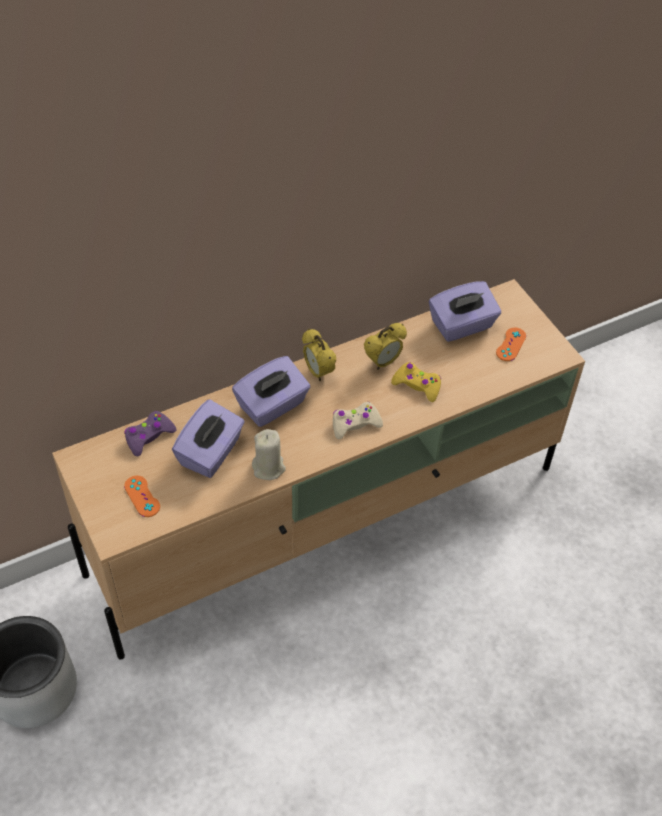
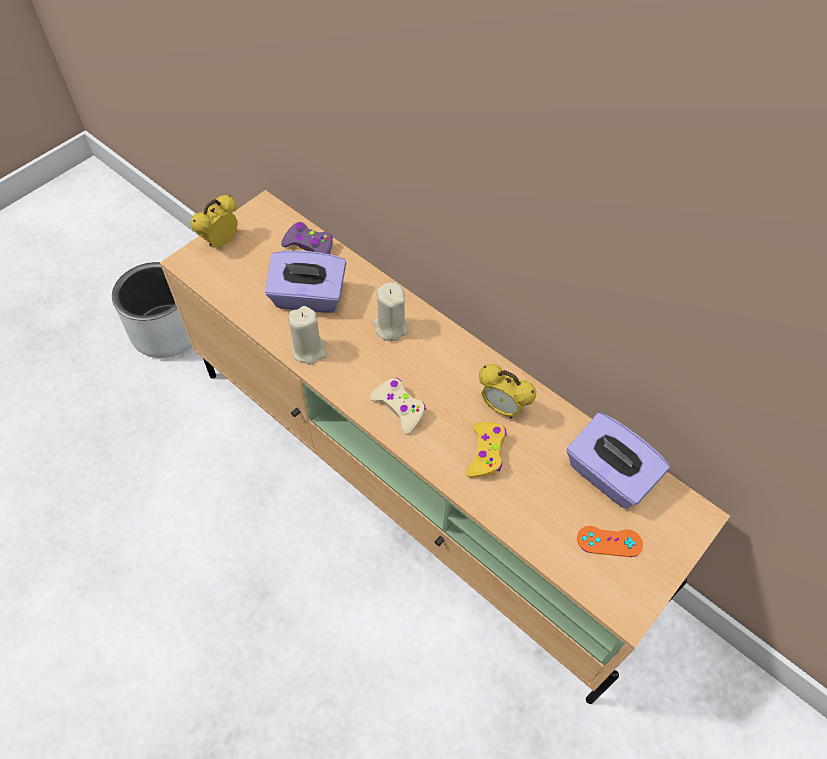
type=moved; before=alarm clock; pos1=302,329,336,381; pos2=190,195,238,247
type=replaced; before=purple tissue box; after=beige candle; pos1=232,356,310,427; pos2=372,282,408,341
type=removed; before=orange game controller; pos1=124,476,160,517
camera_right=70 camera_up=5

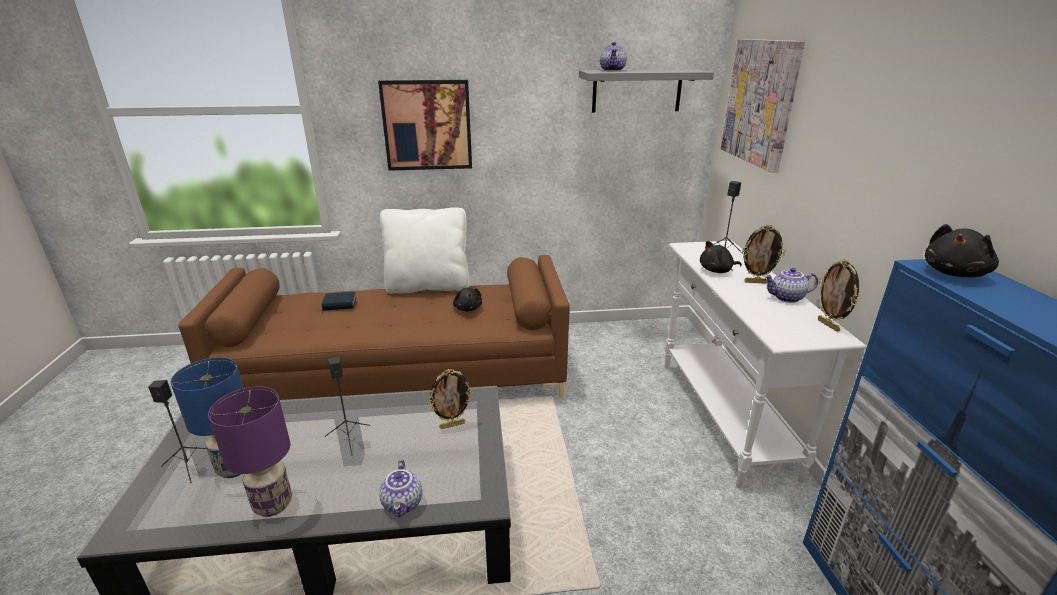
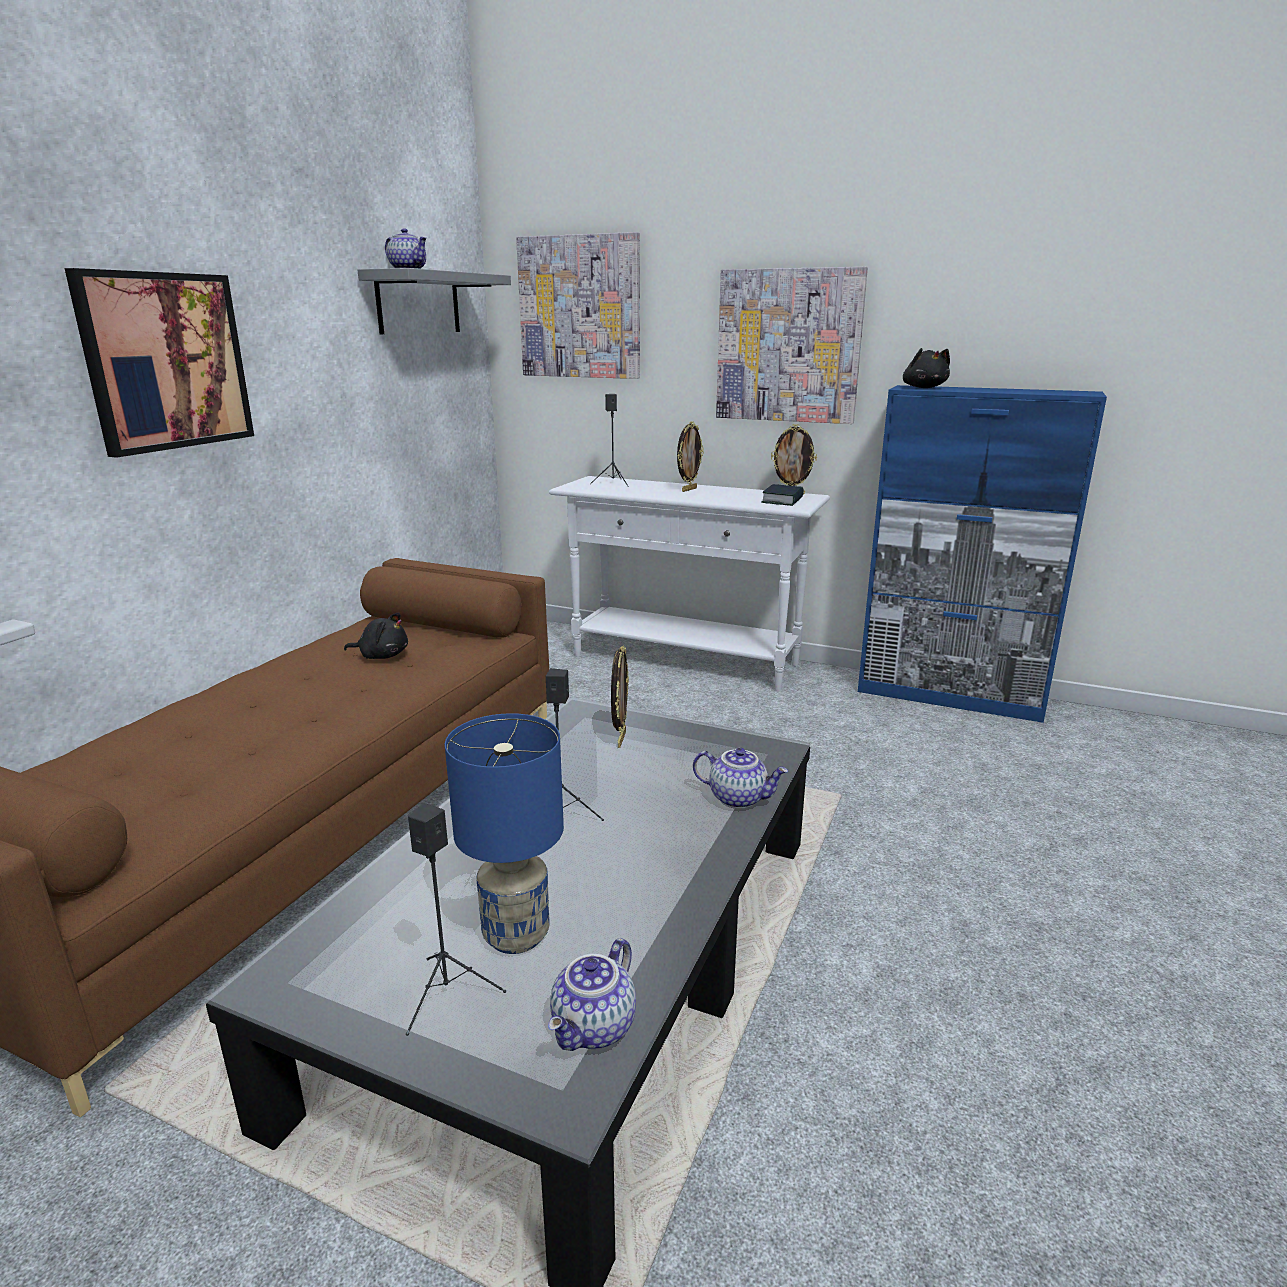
type=moved; before=teapot; pos1=764,268,818,303; pos2=548,938,636,1051
type=added; after=picture; pos2=716,267,868,424
type=moved; before=book; pos1=321,292,357,310; pos2=761,484,804,506
type=removed; before=purple table lamp; pos1=208,386,292,517
type=removed; before=white pillow; pos1=380,207,470,294
type=removed; before=black plush toy; pos1=700,241,742,273
camera_right=-60 camera_up=-5

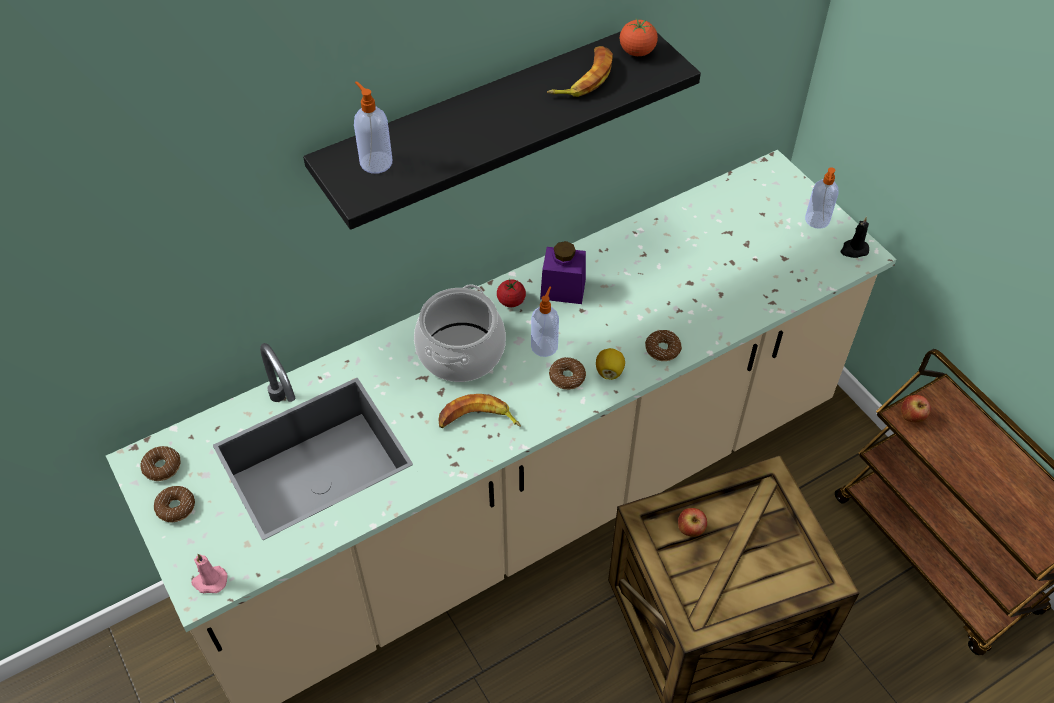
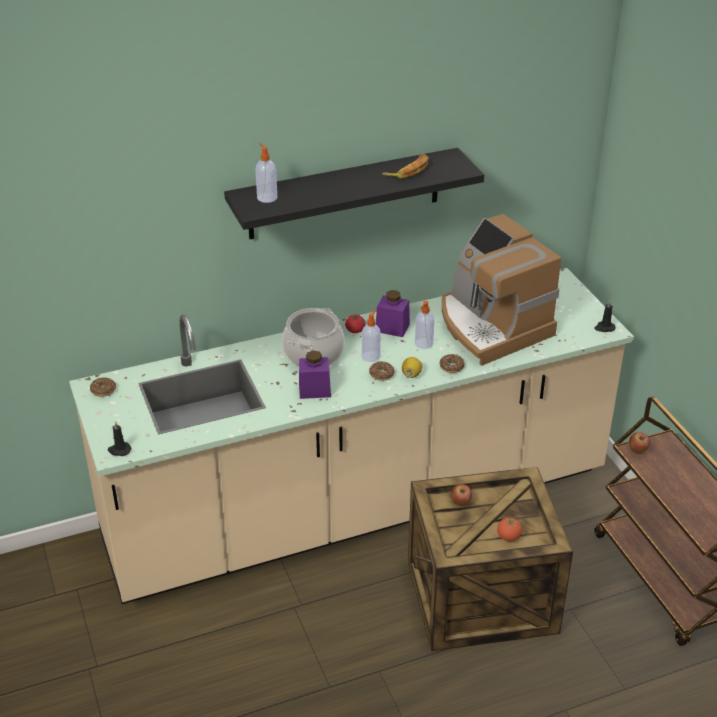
type=recoloured; before=pink candle; after=black candle; pos1=191,554,228,593; pos2=108,421,131,456
type=replaced; before=banana; after=purple jar; pos1=438,394,521,428; pos2=299,350,331,399
type=moved; before=soap dispenser; pos1=805,168,838,229; pos2=415,301,434,349
type=added; after=coffee machine; pos2=442,214,561,366
type=moved; before=tomato; pos1=620,18,658,56; pos2=497,518,522,542
type=removed; before=donut; pos1=154,486,195,522
camera_right=10 camera_up=-15

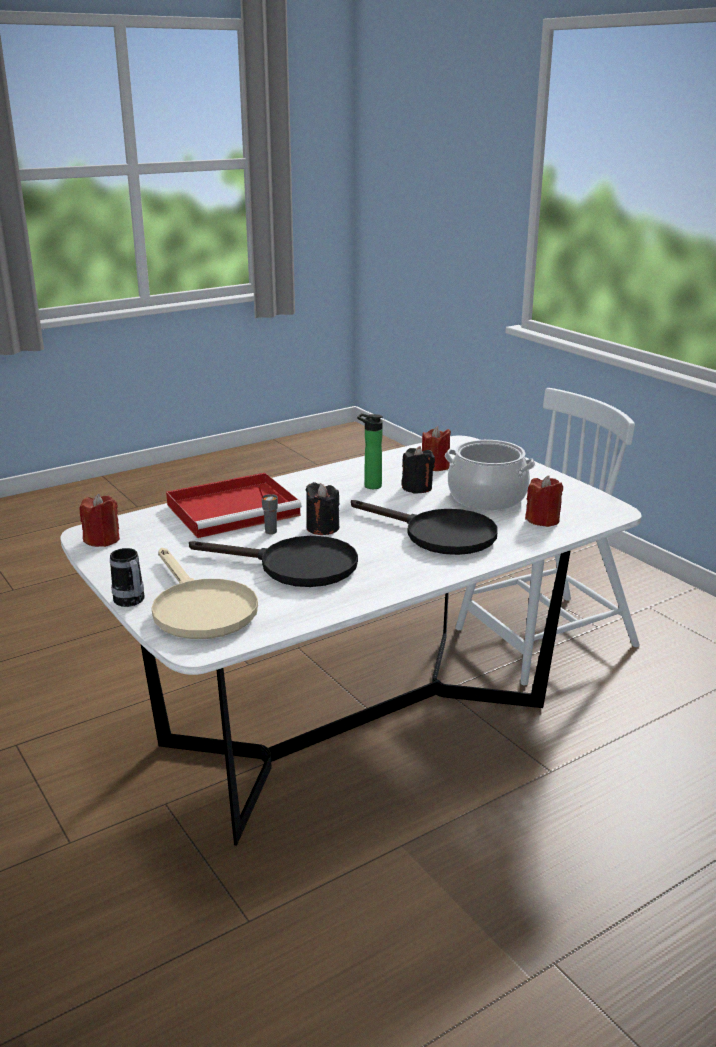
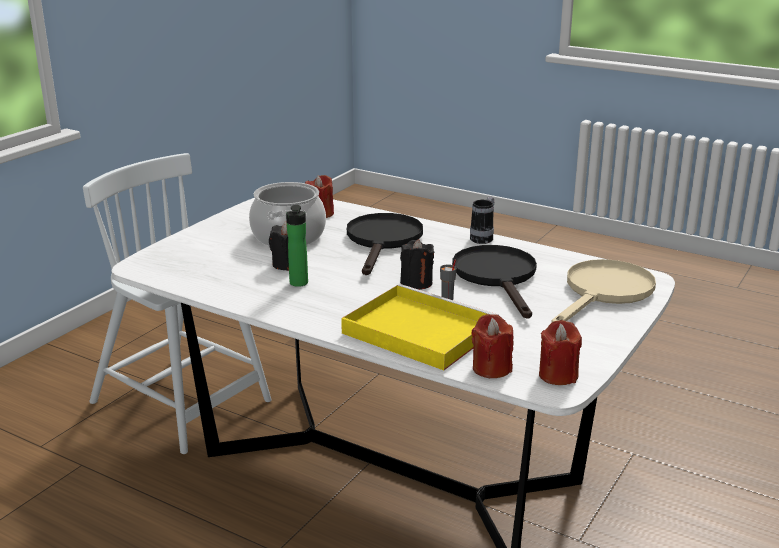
type=recoloured; before=red tray; after=yellow tray; pos1=166,473,302,538; pos2=341,284,498,370
type=moved; before=mug; pos1=110,548,145,607; pos2=470,196,494,244
type=moved; before=red candle; pos1=422,426,451,471; pos2=472,314,514,378
camera_right=-115 camera_up=0

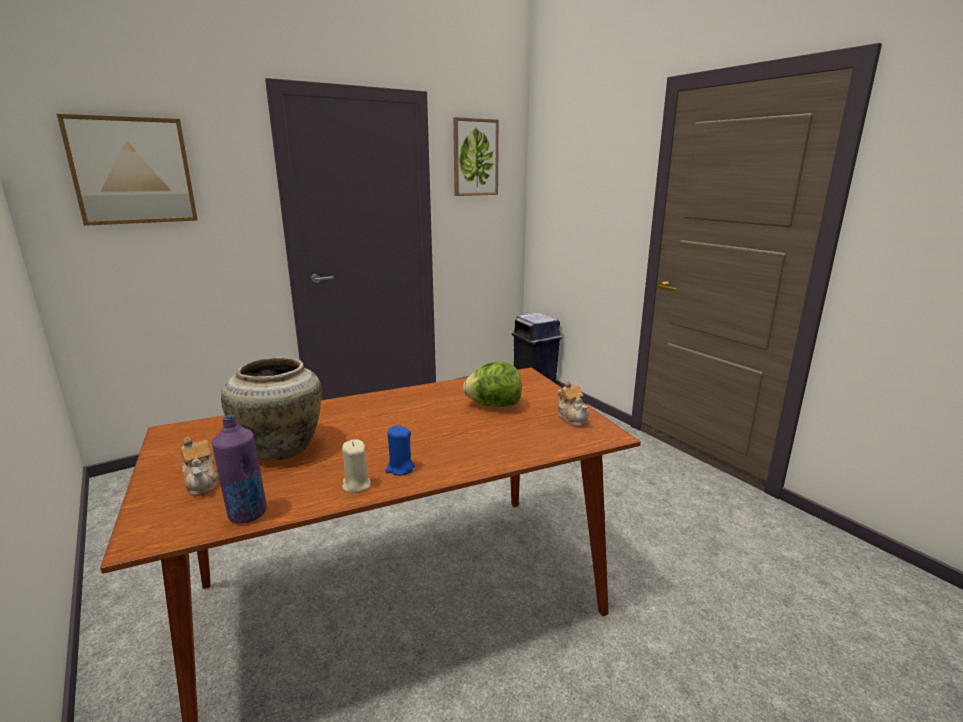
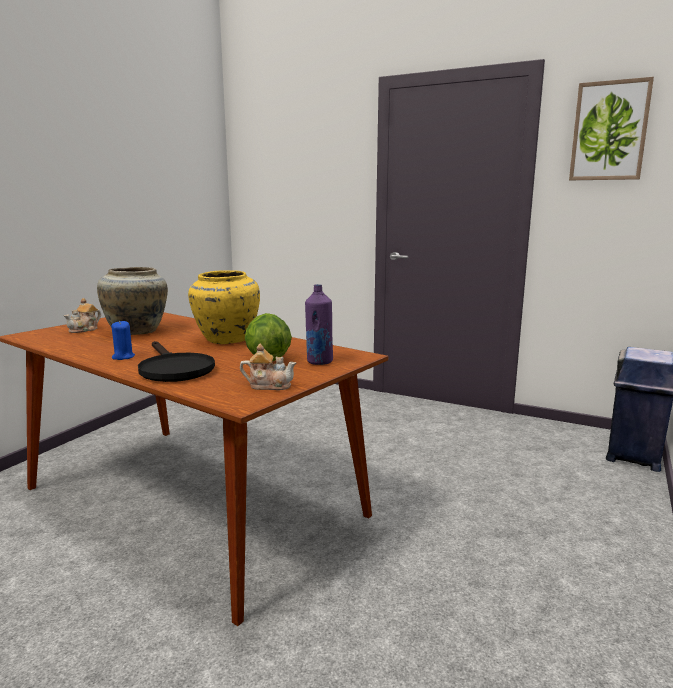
type=added; after=black frying pan; pos2=138,341,215,382
type=added; after=yellow vase; pos2=188,270,260,344
type=turned; before=teapot; pos1=557,380,589,427; pos2=240,344,296,390; turn=-120
type=moved; before=purple bottle; pos1=212,415,267,524; pos2=305,284,333,365
type=removed; before=picture; pos1=57,114,197,226
type=removed; before=beige candle; pos1=342,439,371,493
camera_right=60 camera_up=-5

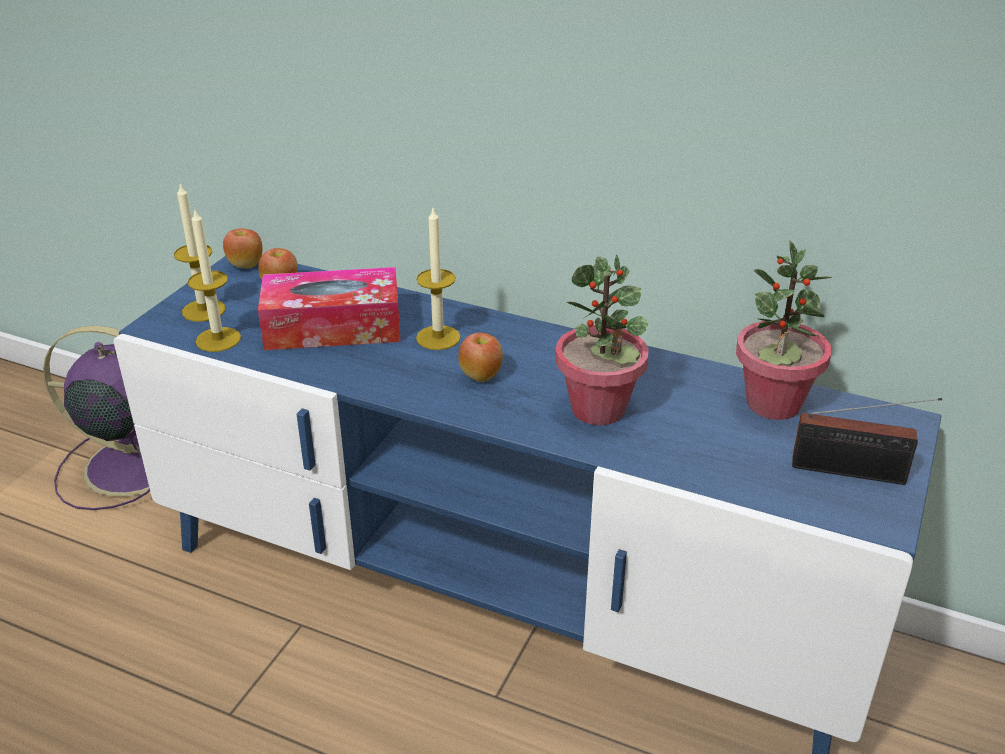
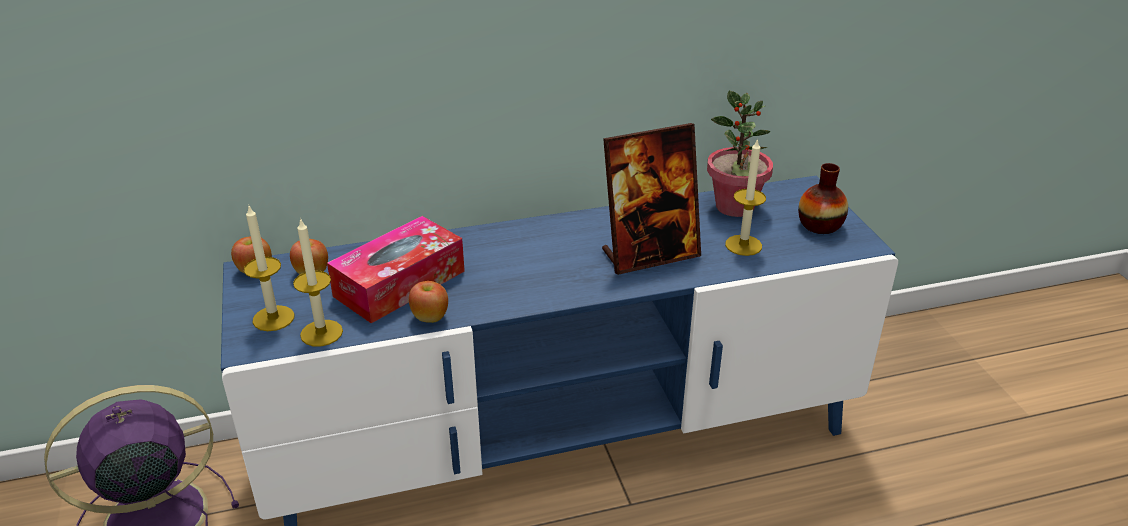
type=moved; before=apple; pos1=458,333,503,382; pos2=409,281,448,323
type=replaced; before=potted plant; after=picture frame; pos1=555,255,649,425; pos2=602,123,701,275
type=moved; before=candle; pos1=416,206,461,350; pos2=725,138,766,256
type=replaced; before=radio; after=vase; pos1=792,398,942,485; pos2=798,163,848,234
camera_right=-40 camera_up=0

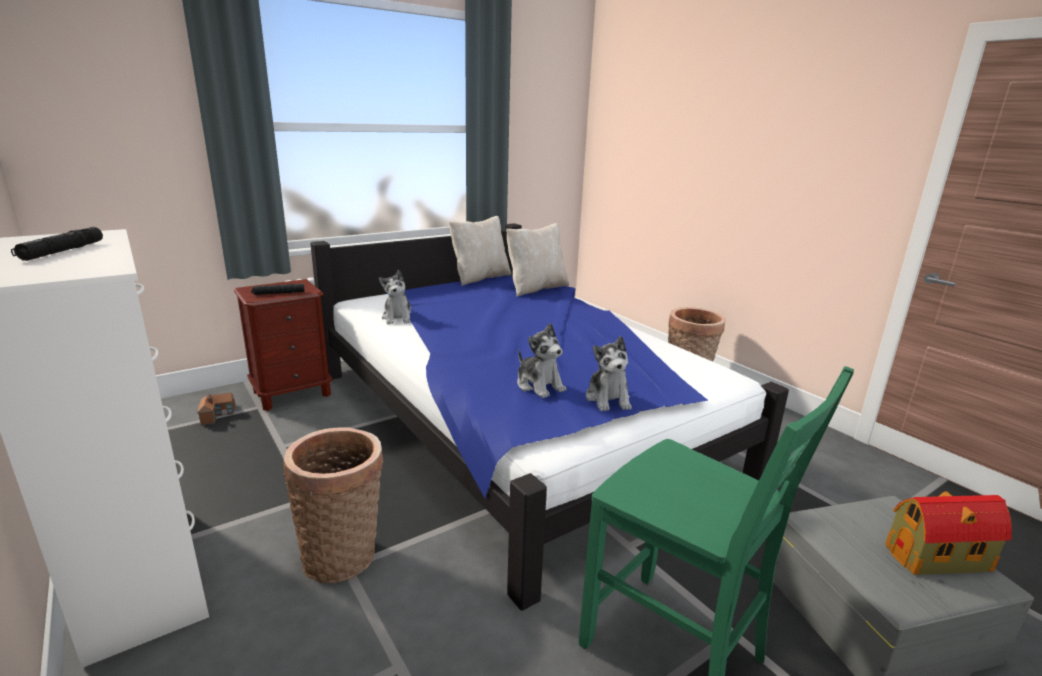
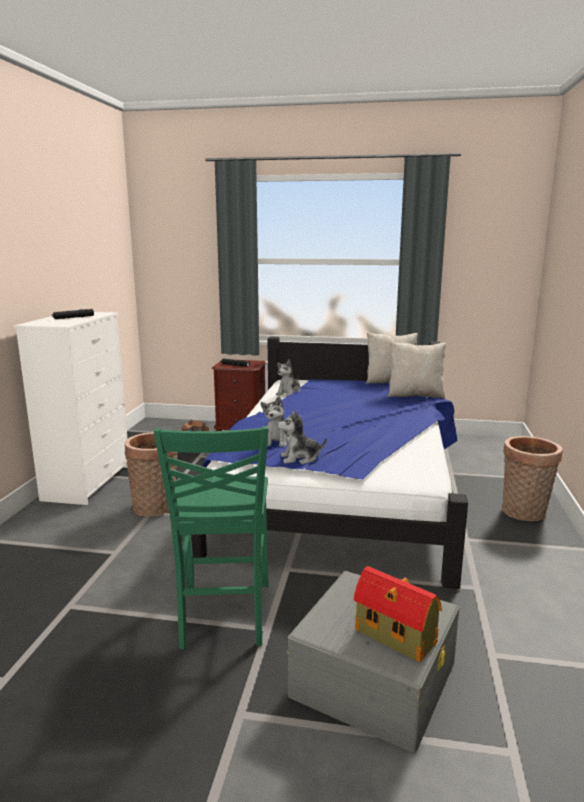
type=turned; before=plush toy; pos1=586,336,632,411; pos2=277,410,327,464; turn=45
camera_right=45 camera_up=-5

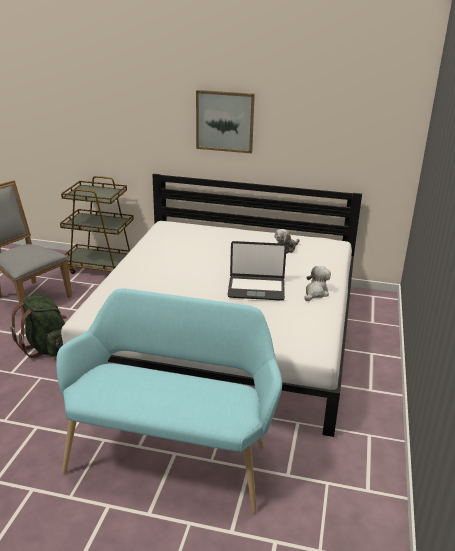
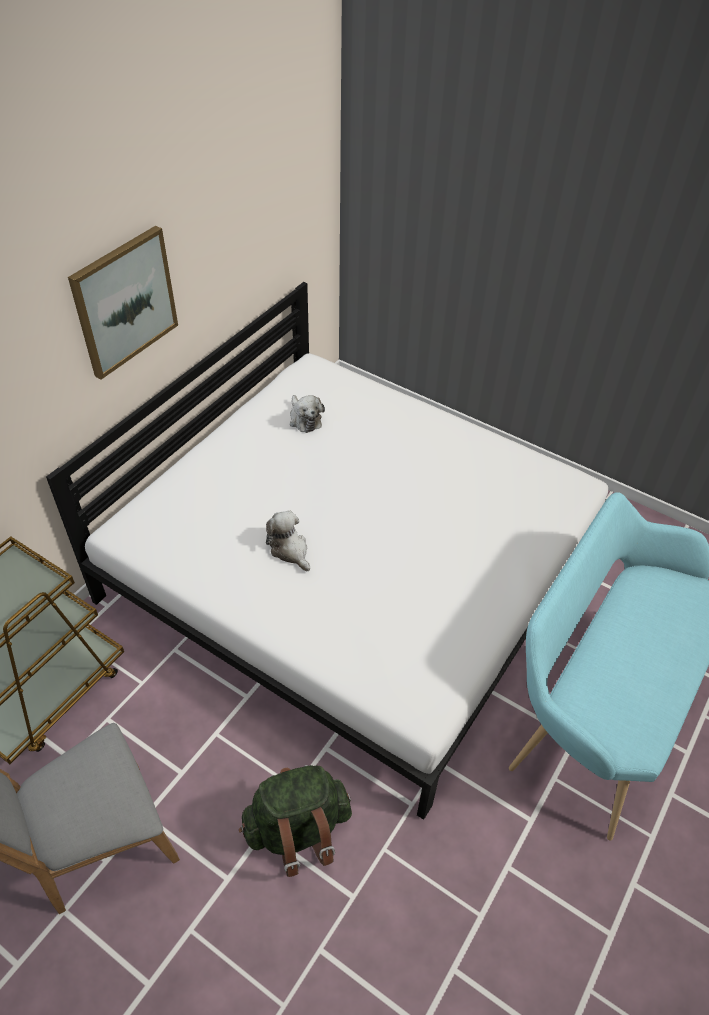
type=moved; before=plush toy; pos1=304,266,331,301; pos2=266,510,310,571
type=removed; before=laptop; pos1=227,241,287,301
camera_right=-70 camera_up=20

